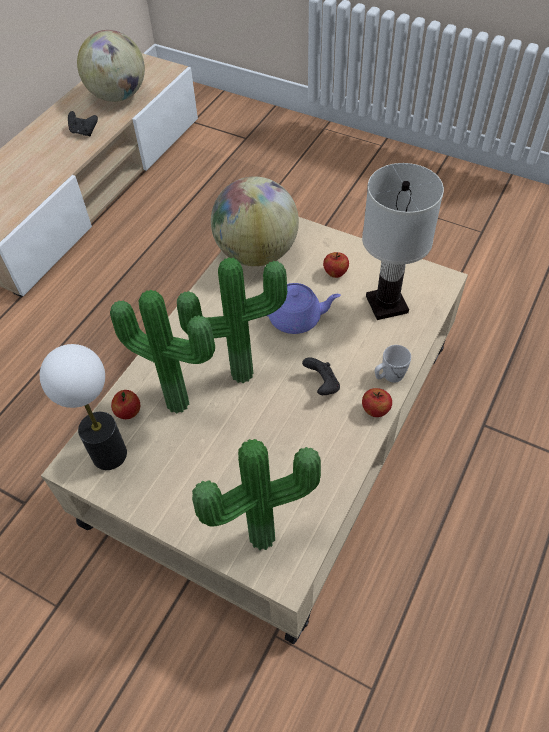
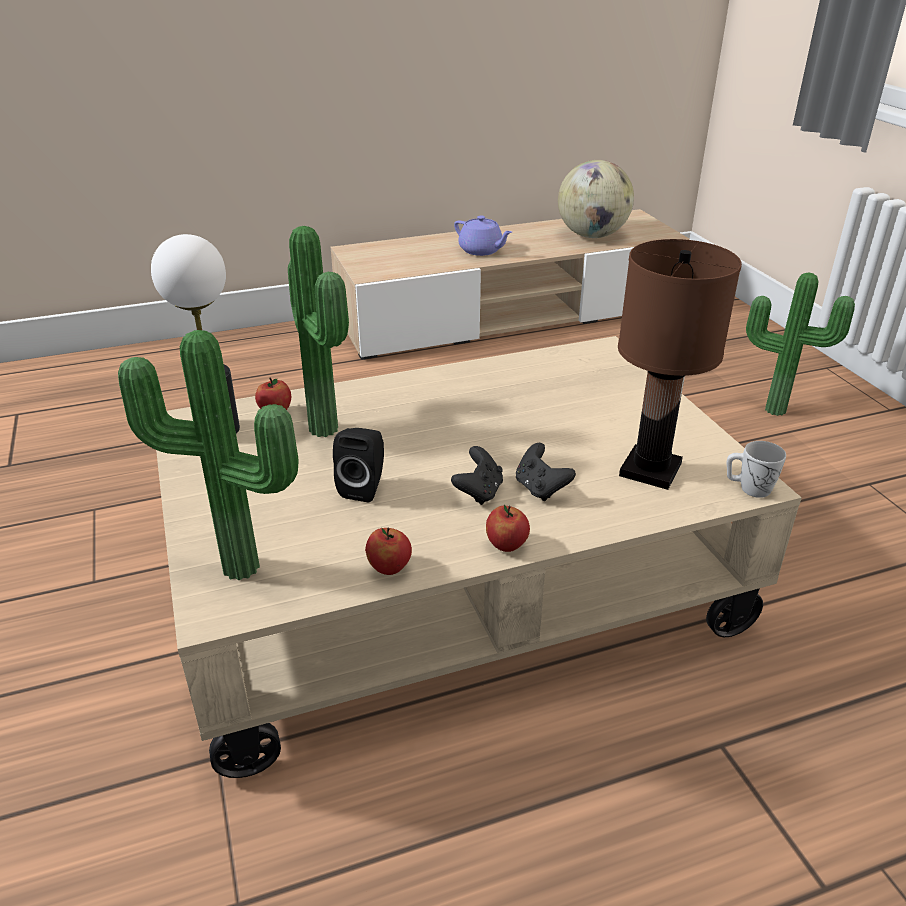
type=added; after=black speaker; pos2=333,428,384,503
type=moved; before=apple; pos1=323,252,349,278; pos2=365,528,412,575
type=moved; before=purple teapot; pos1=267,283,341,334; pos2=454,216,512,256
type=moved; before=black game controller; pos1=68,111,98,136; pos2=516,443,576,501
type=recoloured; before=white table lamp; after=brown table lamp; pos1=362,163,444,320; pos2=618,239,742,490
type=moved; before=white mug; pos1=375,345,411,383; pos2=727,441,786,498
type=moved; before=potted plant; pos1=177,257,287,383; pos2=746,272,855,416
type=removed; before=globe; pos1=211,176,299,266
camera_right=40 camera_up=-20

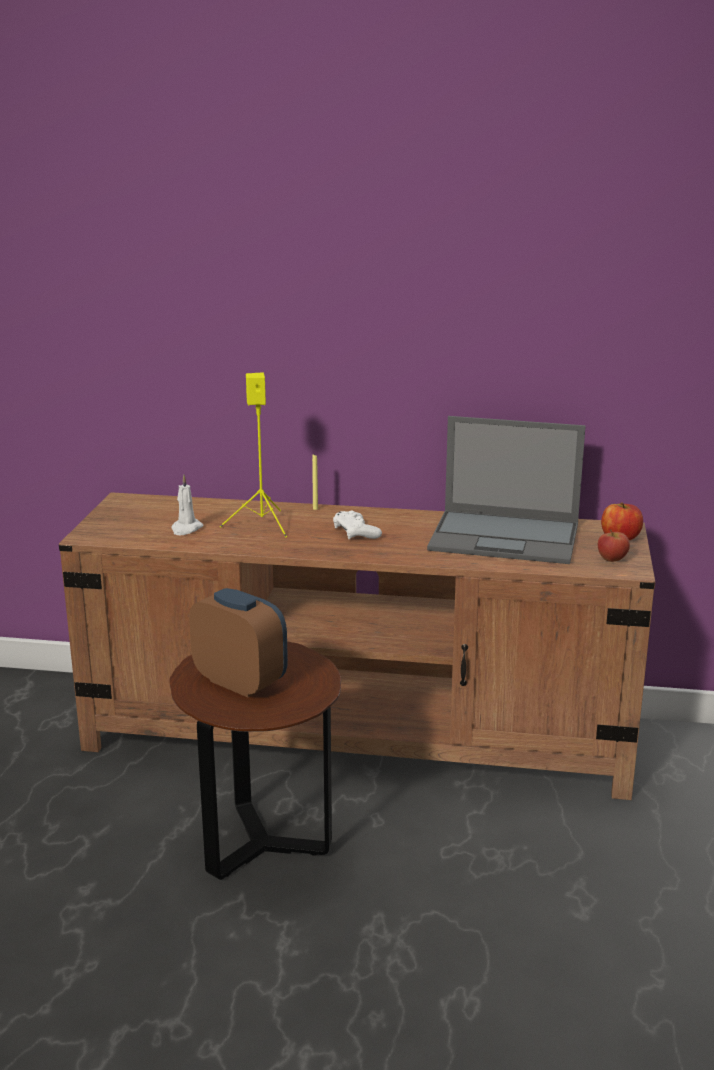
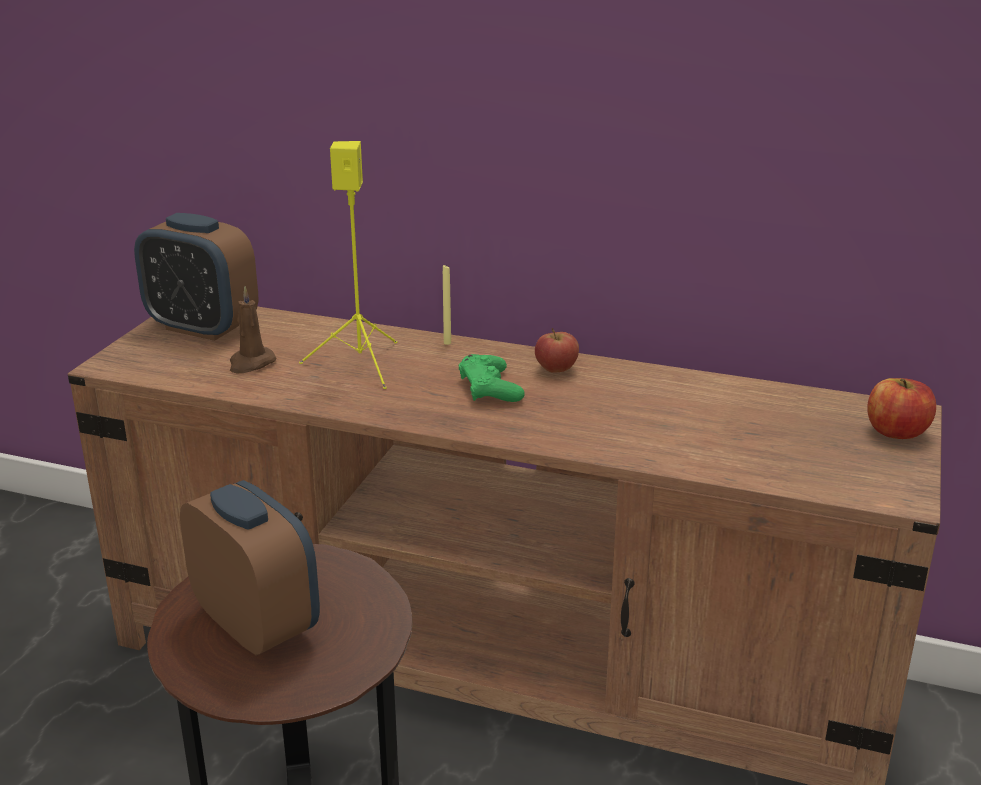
type=added; after=alarm clock; pos2=134,213,258,341
type=recoloured; before=white candle; after=brown candle; pos1=171,475,203,535; pos2=230,286,276,373
type=recoloured; before=white game controller; after=green game controller; pos1=333,510,382,539; pos2=459,354,525,402
type=moved; before=apple; pos1=598,529,630,562; pos2=535,328,579,373
type=removed; before=laptop; pos1=427,416,586,564
camera_right=10 camera_up=5

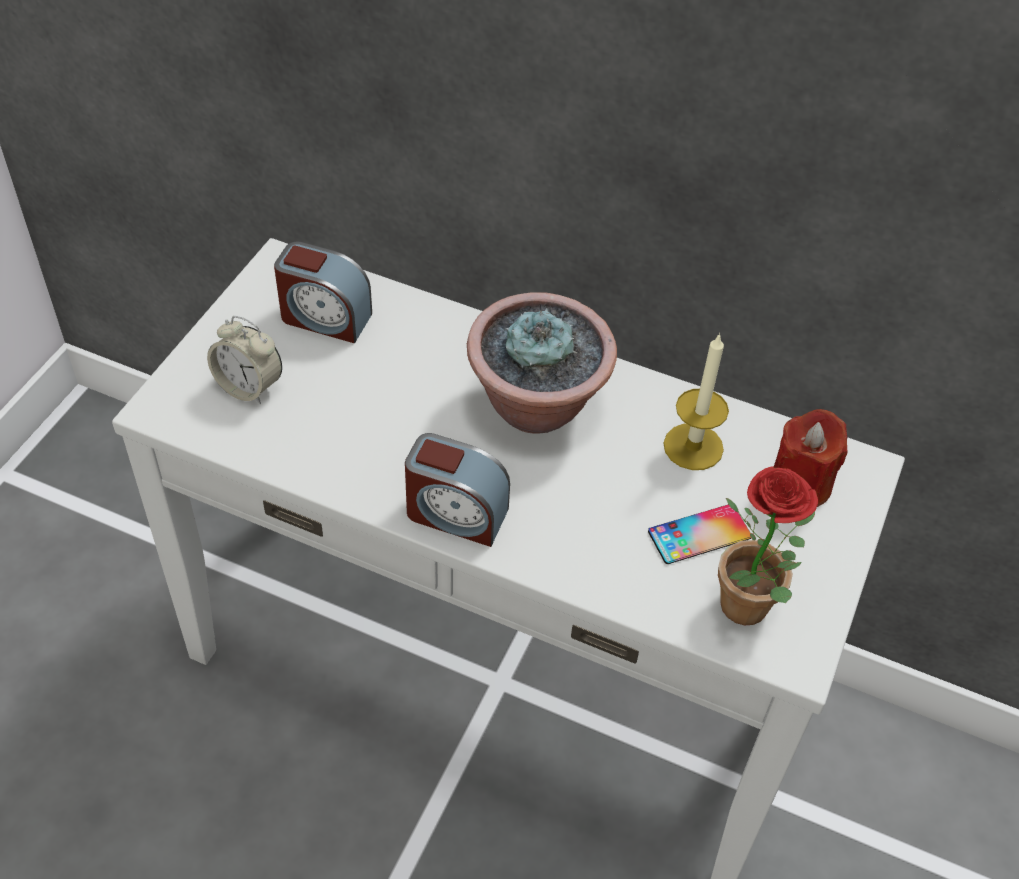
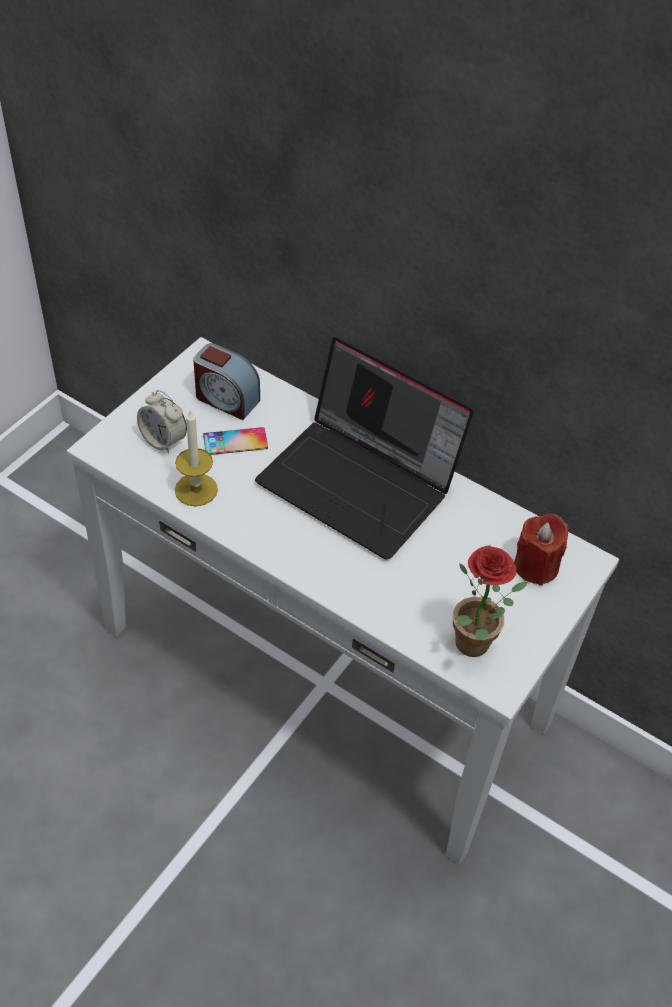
type=moved; before=candle; pos1=663,333,729,470; pos2=175,409,218,506
type=moved; before=phone; pos1=648,504,751,564; pos2=203,427,268,455
type=replaced; before=potted plant; after=laptop; pos1=467,292,617,434; pos2=255,337,474,560
type=removed; before=alarm clock; pos1=405,433,510,547
camera_right=10 camera_up=0

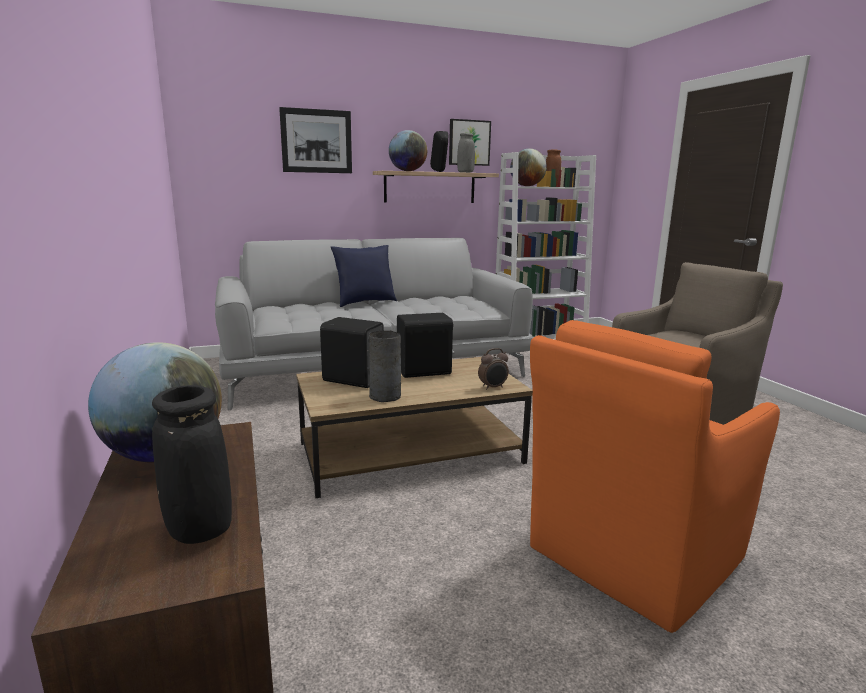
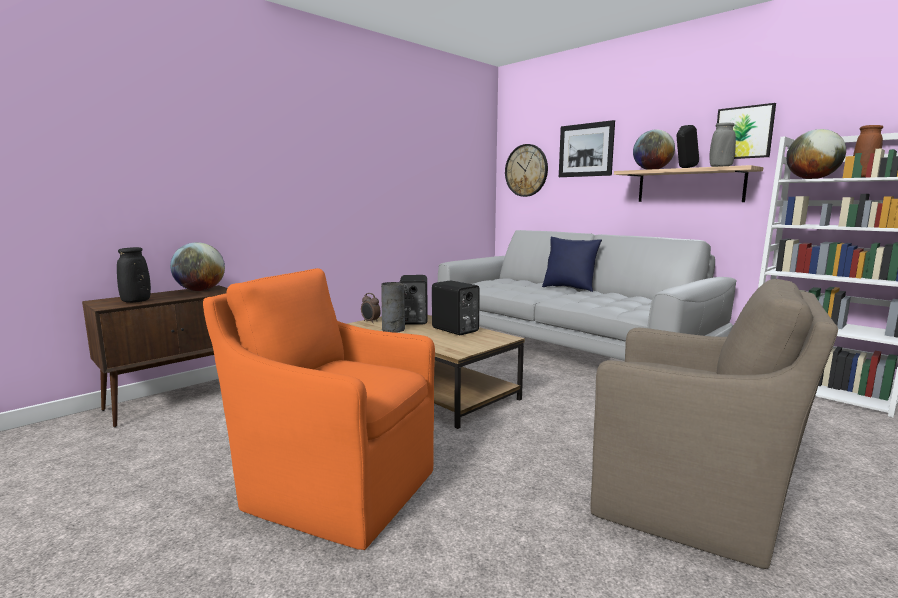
type=moved; before=alarm clock; pos1=478,348,509,390; pos2=361,293,381,322
type=added; after=wall clock; pos2=505,144,548,197
camera_right=65 camera_up=-5

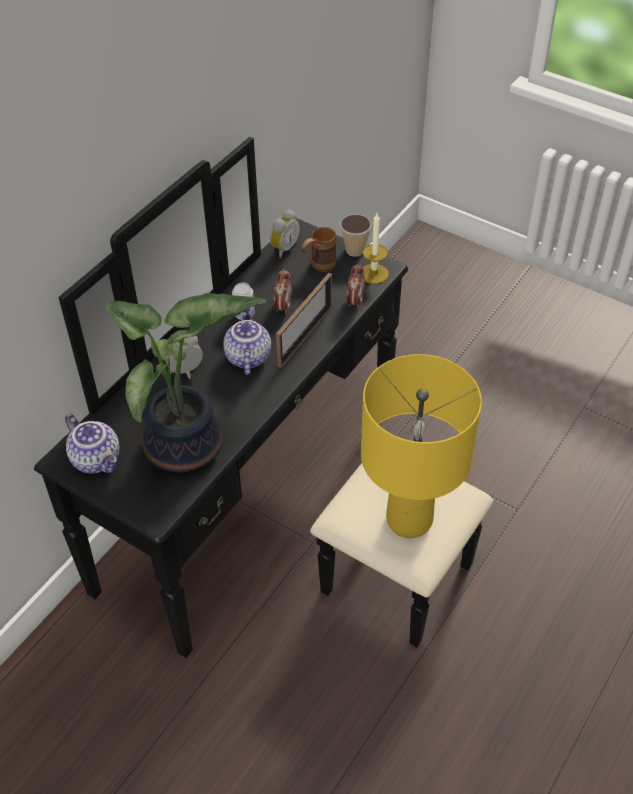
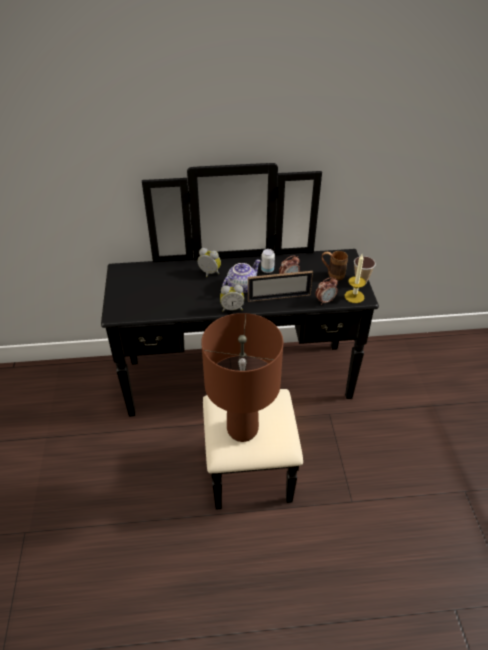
type=recoloured; before=yellow table lamp; after=brown table lamp; pos1=361,354,482,538; pos2=201,313,283,442
type=moved; before=alarm clock; pos1=270,209,300,258; pos2=220,285,244,312
type=removed; before=teapot; pos1=65,414,120,474
type=removed; before=potted plant; pos1=104,293,267,472
camera_right=50 camera_up=-5

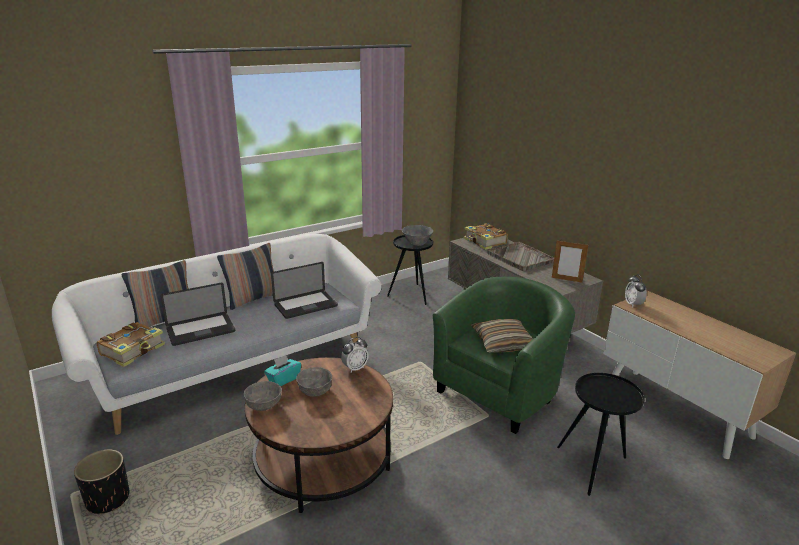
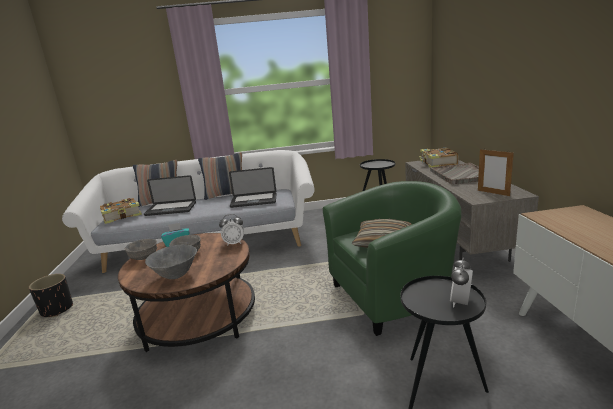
type=moved; before=grey bowl; pos1=402,225,433,246; pos2=145,245,197,279
type=moved; before=alarm clock; pos1=625,274,647,308; pos2=450,257,473,308
camera_right=30 camera_up=-5

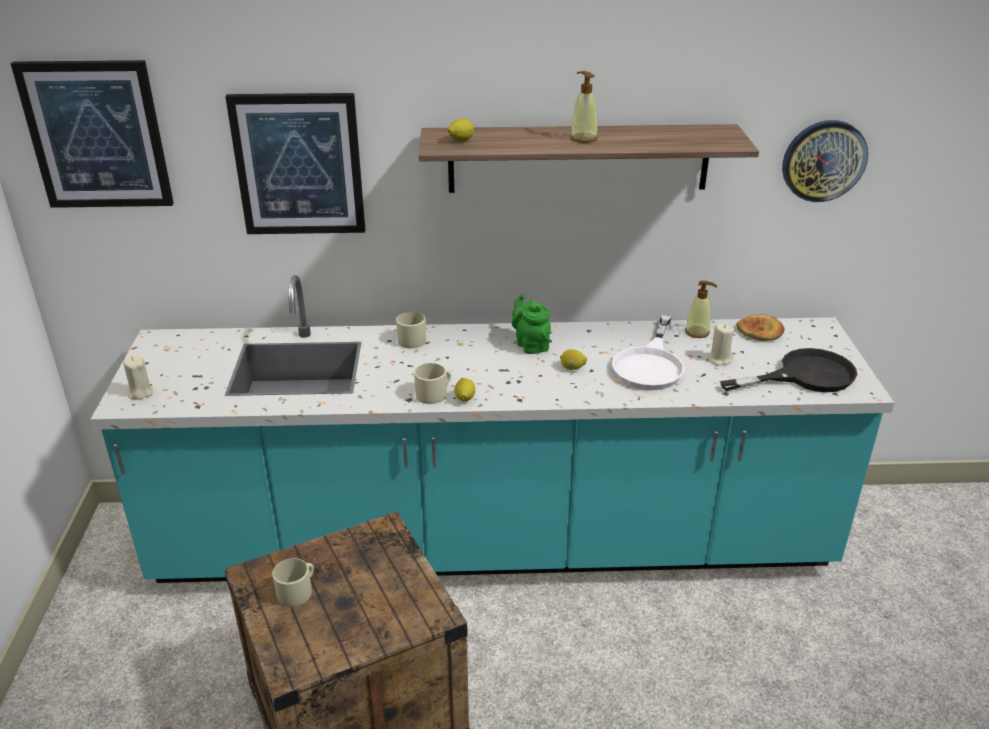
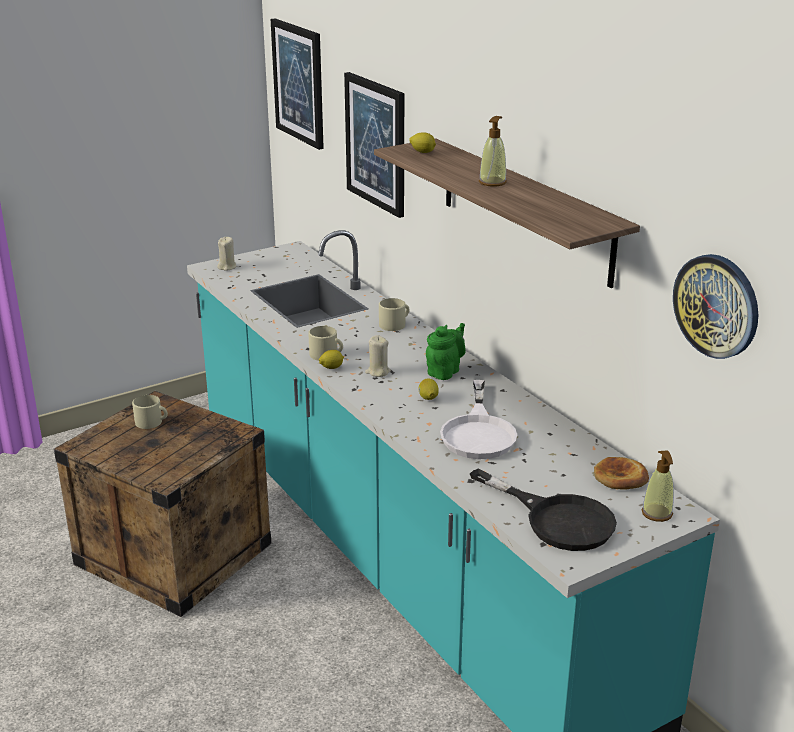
type=moved; before=beige candle; pos1=708,324,734,366; pos2=365,335,391,377
type=turned; before=white frying pan; pos1=612,315,684,390; pos2=440,380,517,459; turn=-75
type=moved; before=soap dispenser; pos1=685,281,717,338; pos2=641,450,674,522
camera_right=60 camera_up=-5

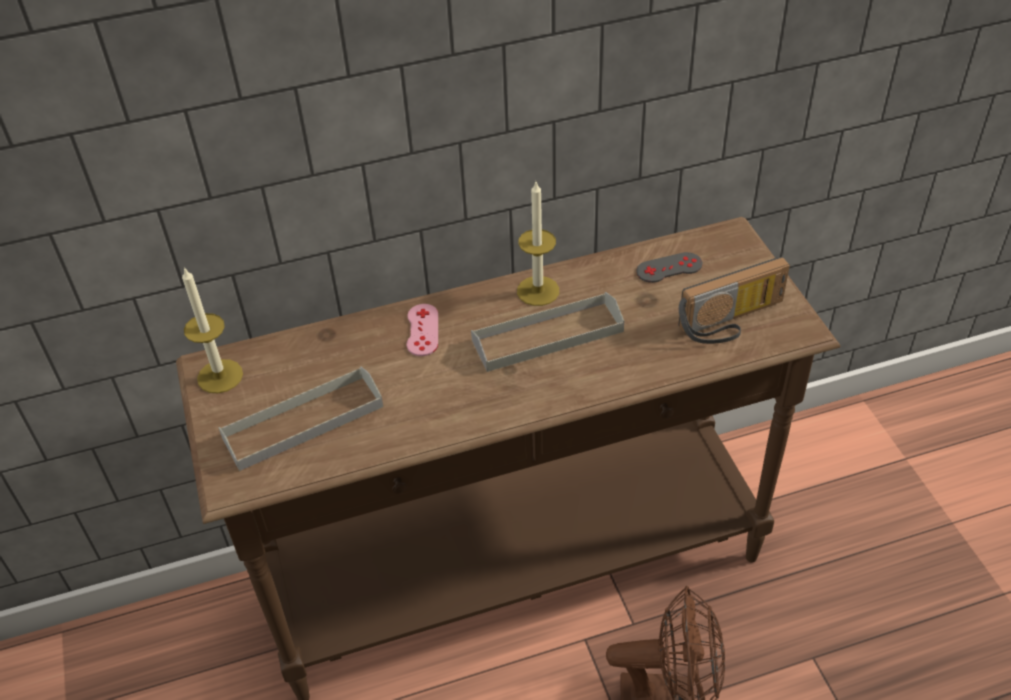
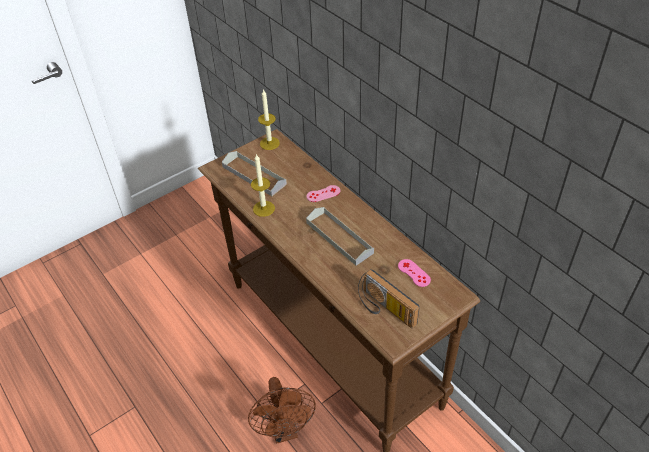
type=moved; before=candle; pos1=517,182,559,306; pos2=251,154,275,217
type=recoloured; before=grey game controller; after=pink game controller; pos1=636,252,702,283; pos2=398,259,431,287
camera_right=70 camera_up=0

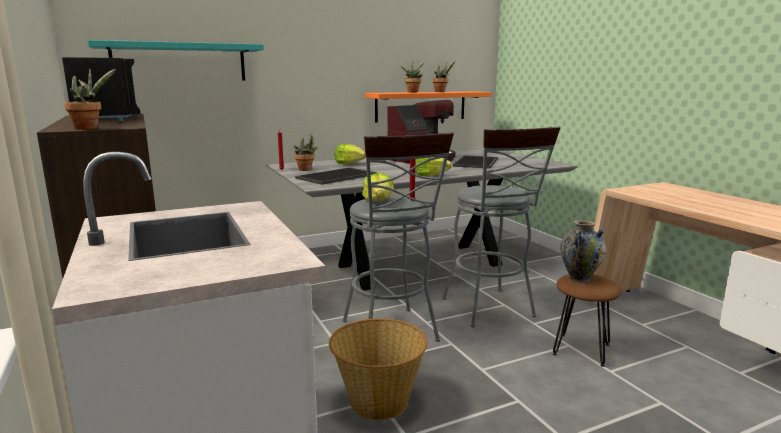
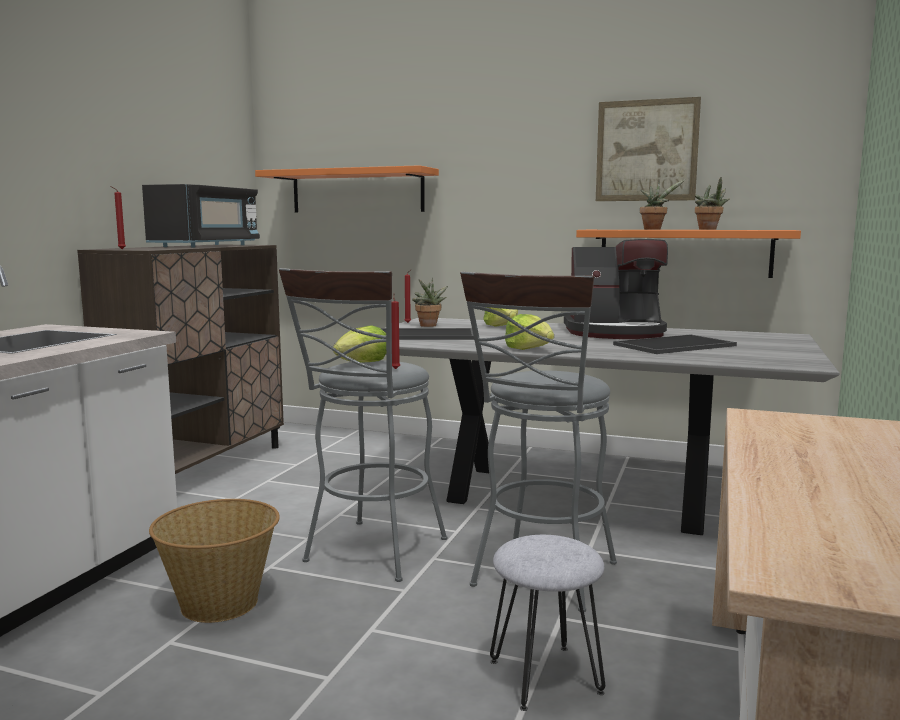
type=replaced; before=potted plant; after=red candle; pos1=64,68,116,130; pos2=110,186,126,249
type=recoloured; before=turquoise shelf; after=orange shelf; pos1=88,40,264,81; pos2=255,165,439,213
type=recoloured; before=brown stool; after=grey stool; pos1=553,274,621,367; pos2=490,535,605,711
type=added; after=picture; pos2=596,97,701,201
type=removed; before=vase; pos1=560,220,606,283
camera_right=45 camera_up=-5

